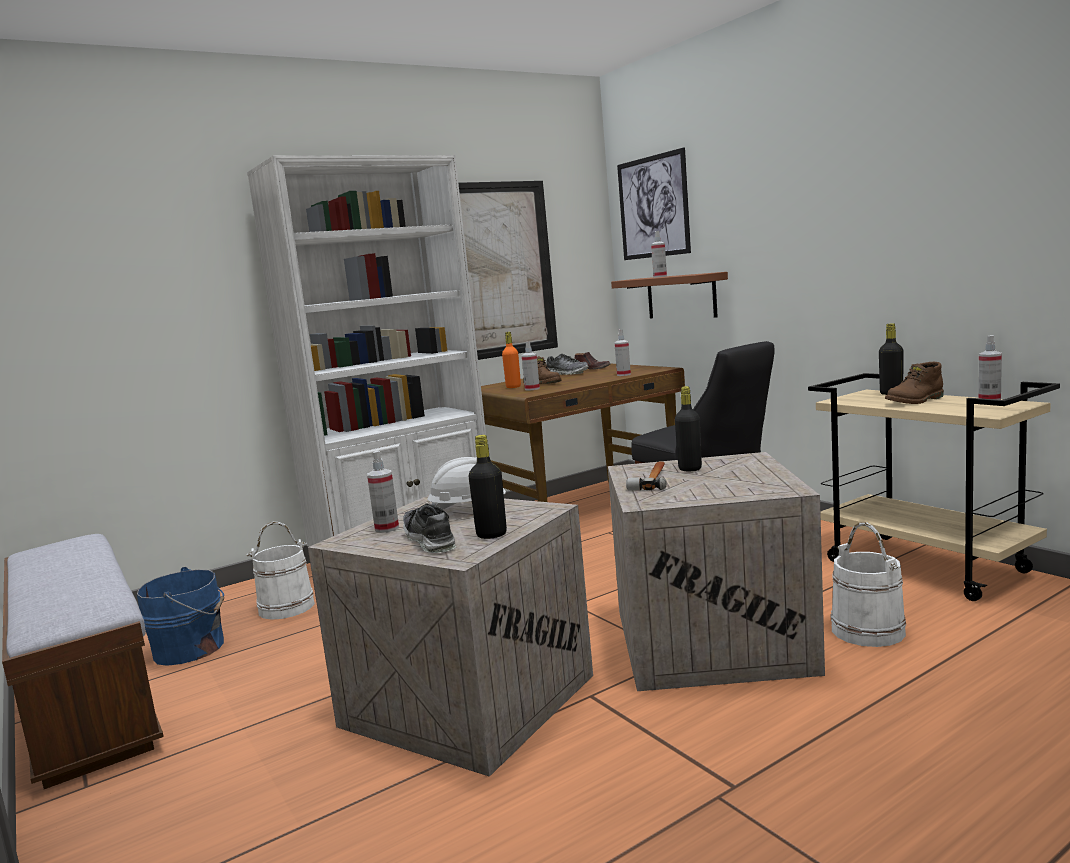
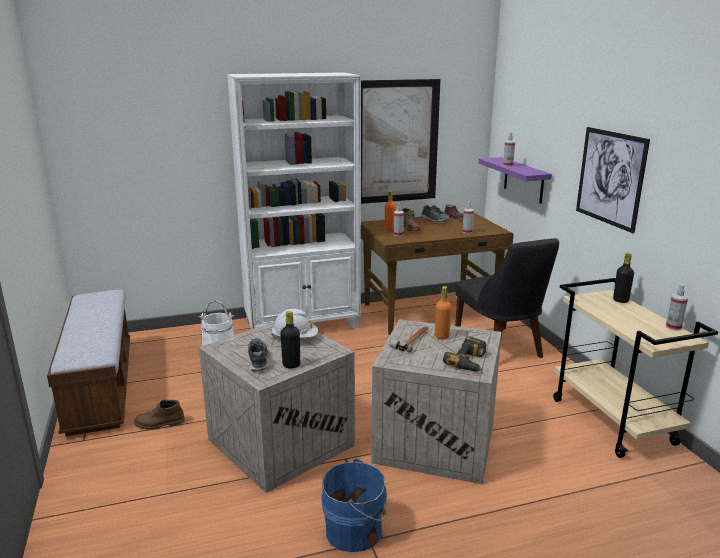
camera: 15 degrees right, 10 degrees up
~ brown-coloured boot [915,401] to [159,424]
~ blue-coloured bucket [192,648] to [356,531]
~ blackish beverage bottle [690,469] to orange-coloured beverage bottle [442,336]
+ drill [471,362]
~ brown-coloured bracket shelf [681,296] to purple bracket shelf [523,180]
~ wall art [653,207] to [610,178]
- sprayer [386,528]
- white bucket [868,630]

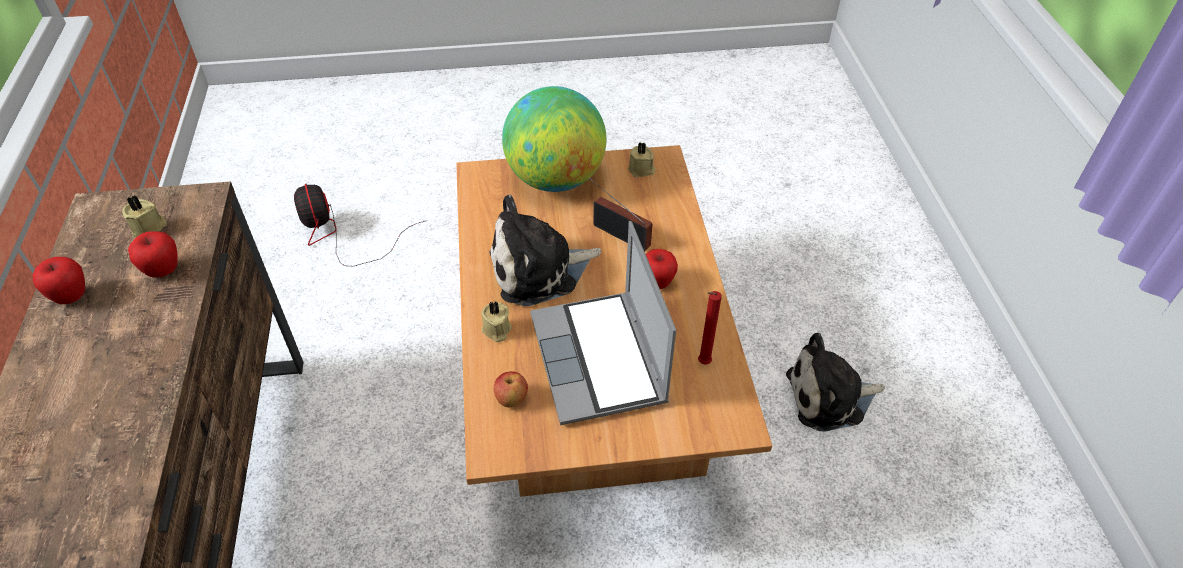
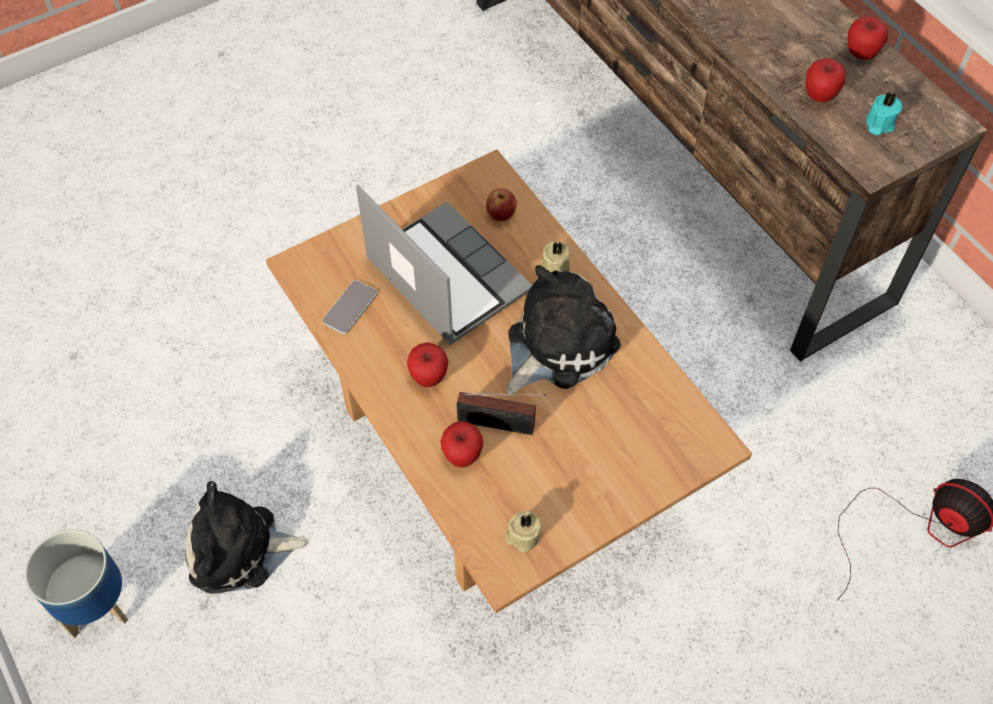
camera: 155 degrees right, 10 degrees up
+ flower pot [97,604]
~ cuddly toy [830,397] = [240,550] 150 degrees counterclockwise
~ red-coloured wax light [702,363] to phone [350,307]
+ apple [462,456]
~ beige wax light [150,228] to turquoise wax light [878,124]
- desk globe [556,179]

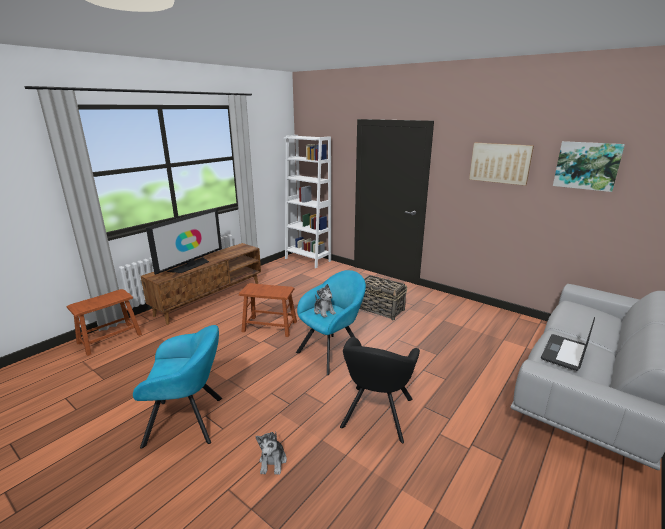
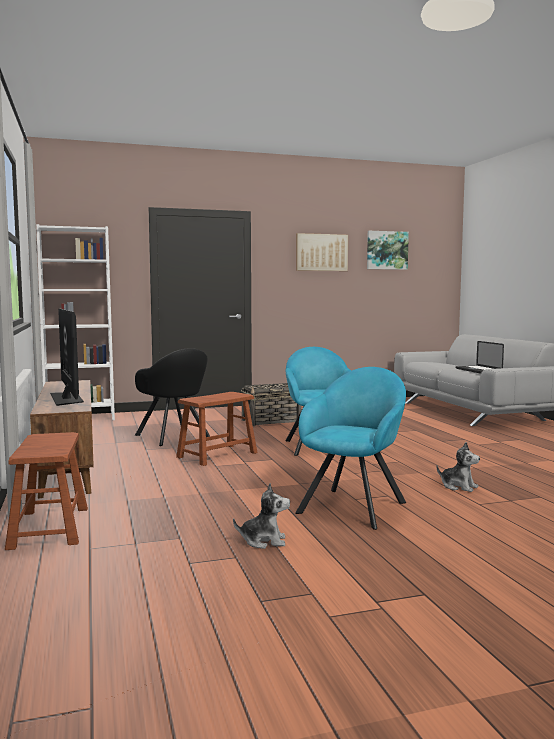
camera: 55 degrees left, 15 degrees down
~ blackish lounge chair [376,415] to [174,437]
~ cuddly toy [324,311] to [264,541]

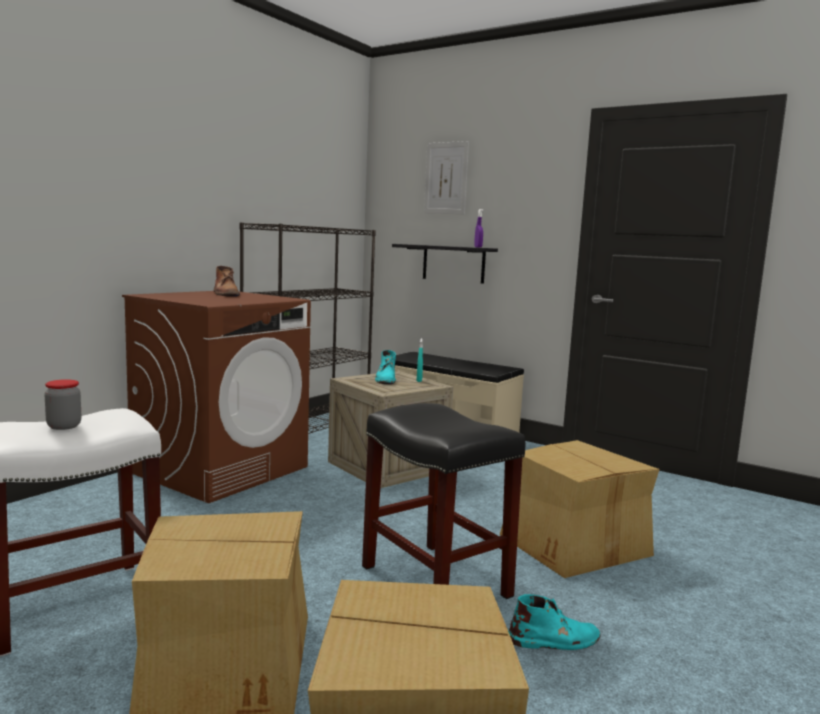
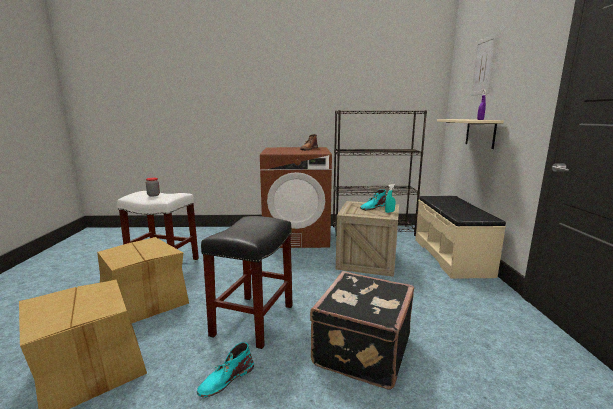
camera: 55 degrees right, 5 degrees up
~ turquoise boot [555,640] = [226,379] 90 degrees clockwise
~ cardboard box [573,544] to blackish travel case [360,350]
~ blackish bracket shelf [453,263] to beige bracket shelf [480,133]

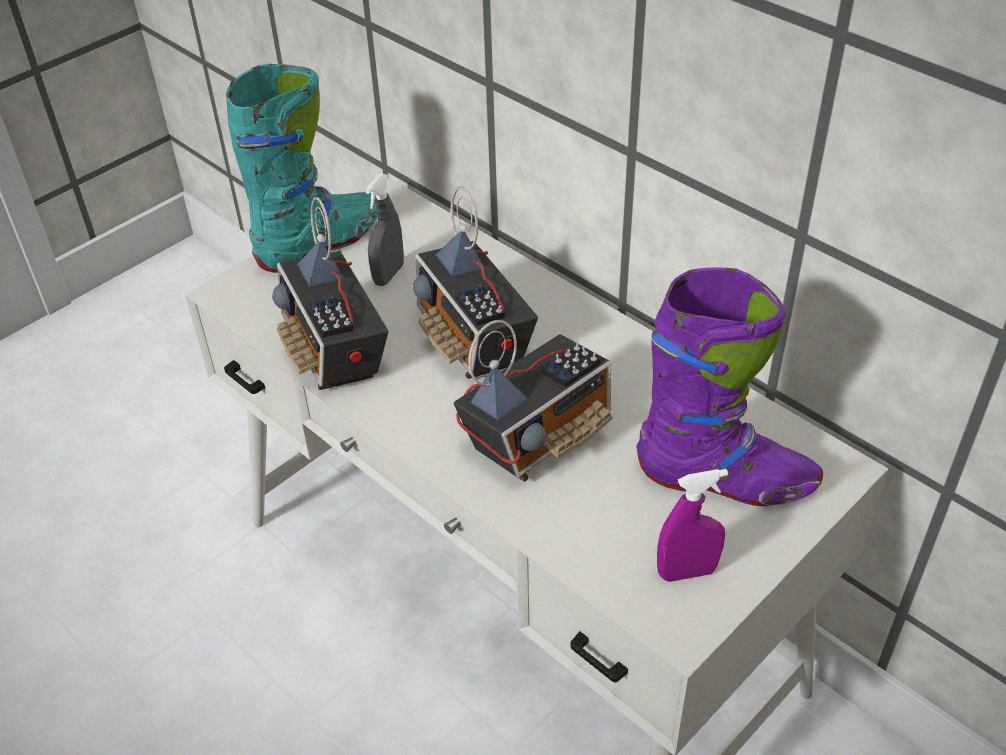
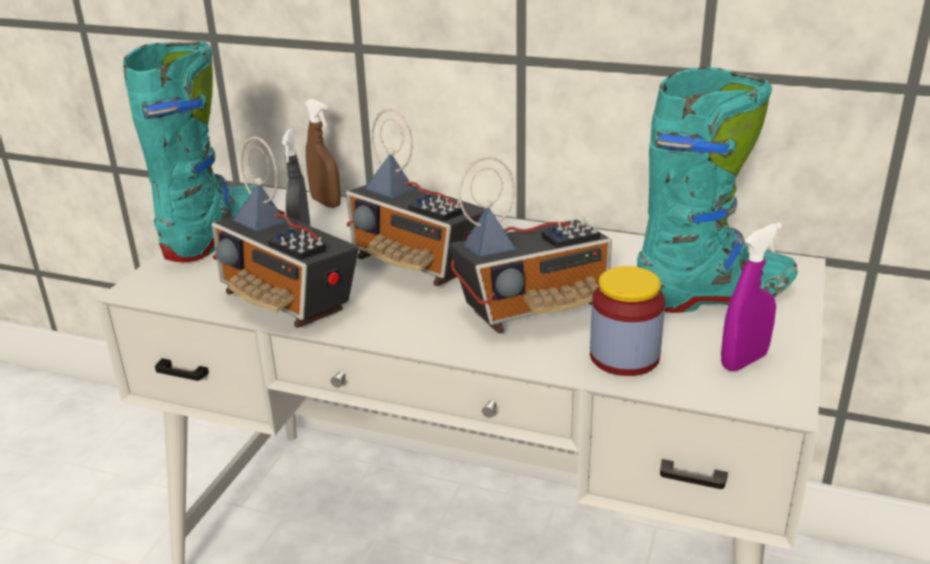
camera: 25 degrees left, 15 degrees down
+ brown-coloured sprayer [326,203]
~ radio [540,437] = [534,310] 45 degrees clockwise
+ jar [624,356]
~ purple boot [725,480] to turquoise boot [714,296]

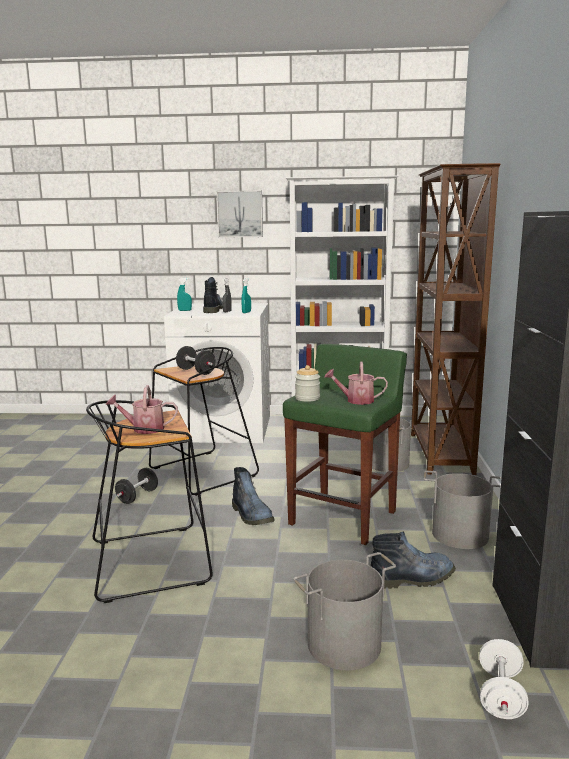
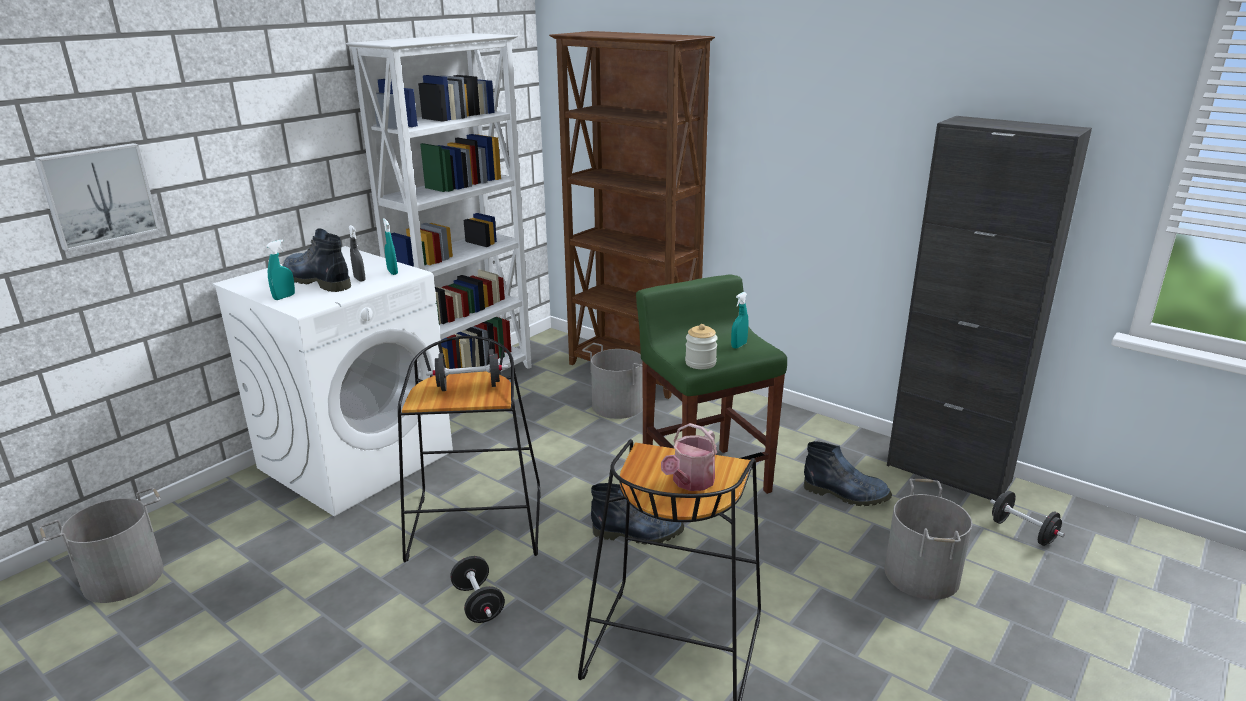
camera: 55 degrees left, 10 degrees up
~ wall art [240,214] to [98,195]
~ greyish bucket [460,534] to [123,577]
~ sprinkling can [356,400] to turquoise sprayer [739,345]
~ boot [414,578] = [847,494] 90 degrees clockwise
~ white hand weight [500,695] to blackish hand weight [1022,532]

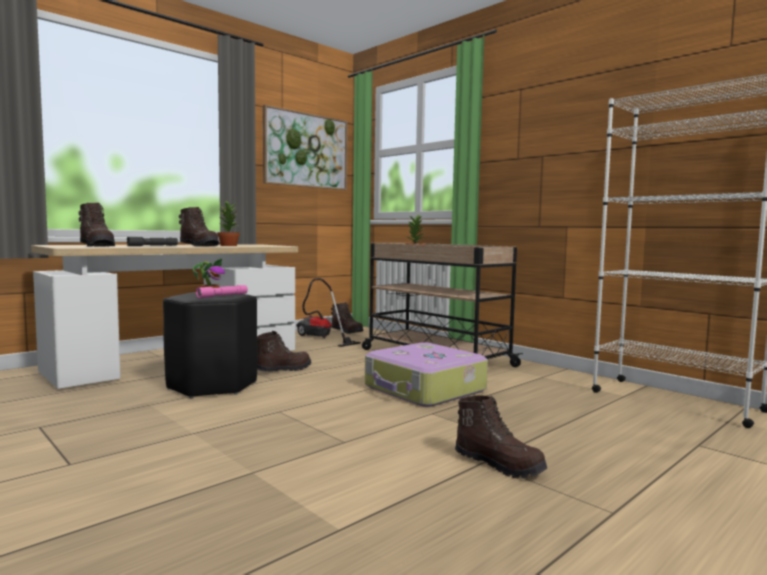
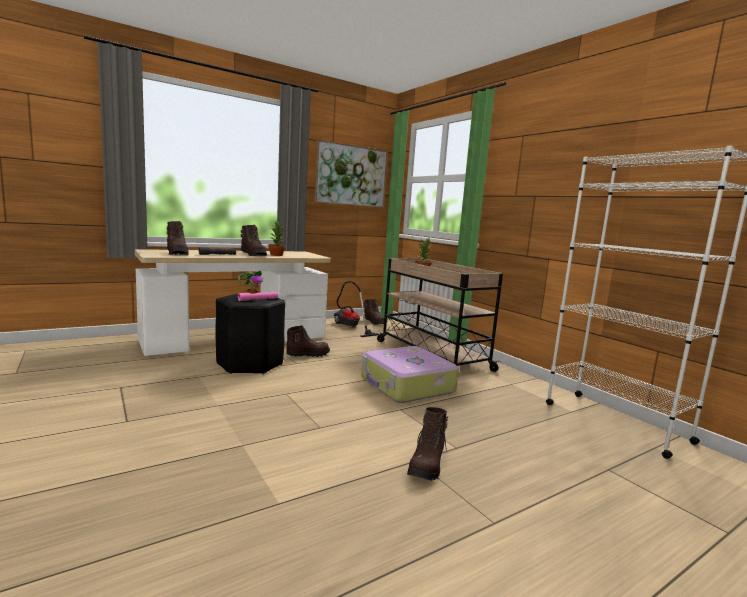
camera: 10 degrees right, 5 degrees up
~ brown-coloured boot [499,465] = [427,465] 60 degrees clockwise

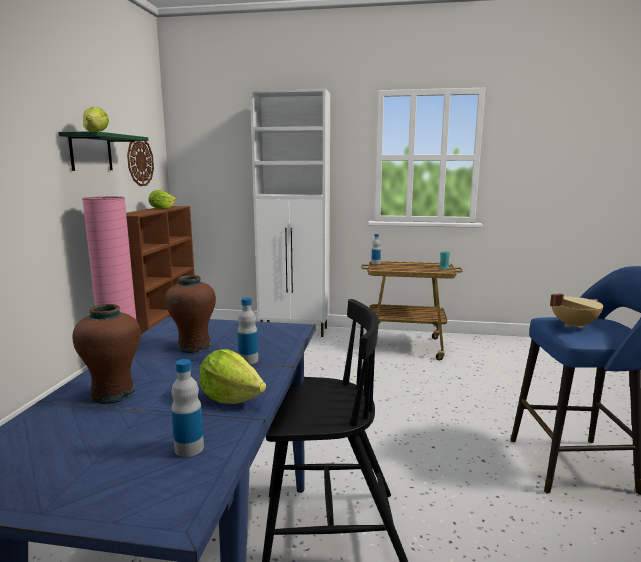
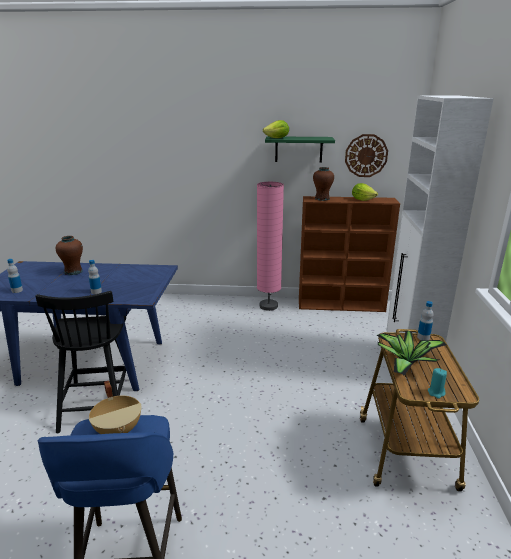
camera: 85 degrees right, 10 degrees up
~ brown-coloured vase [194,346] to [322,198]
+ plant in a pot [406,362]
- lettuce head [231,398]

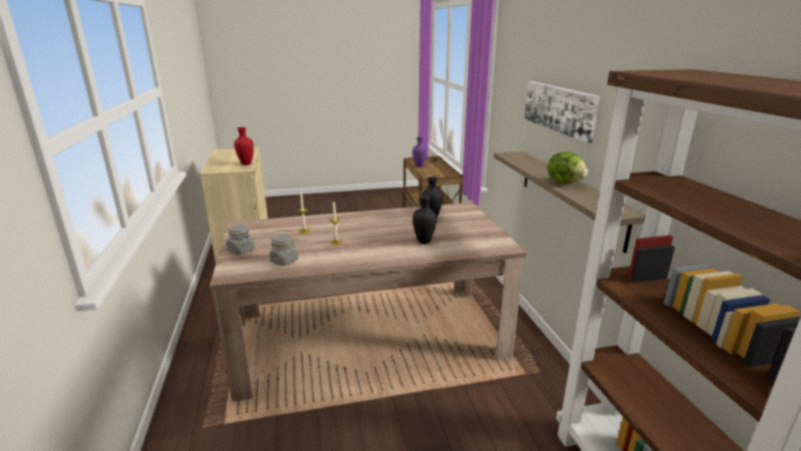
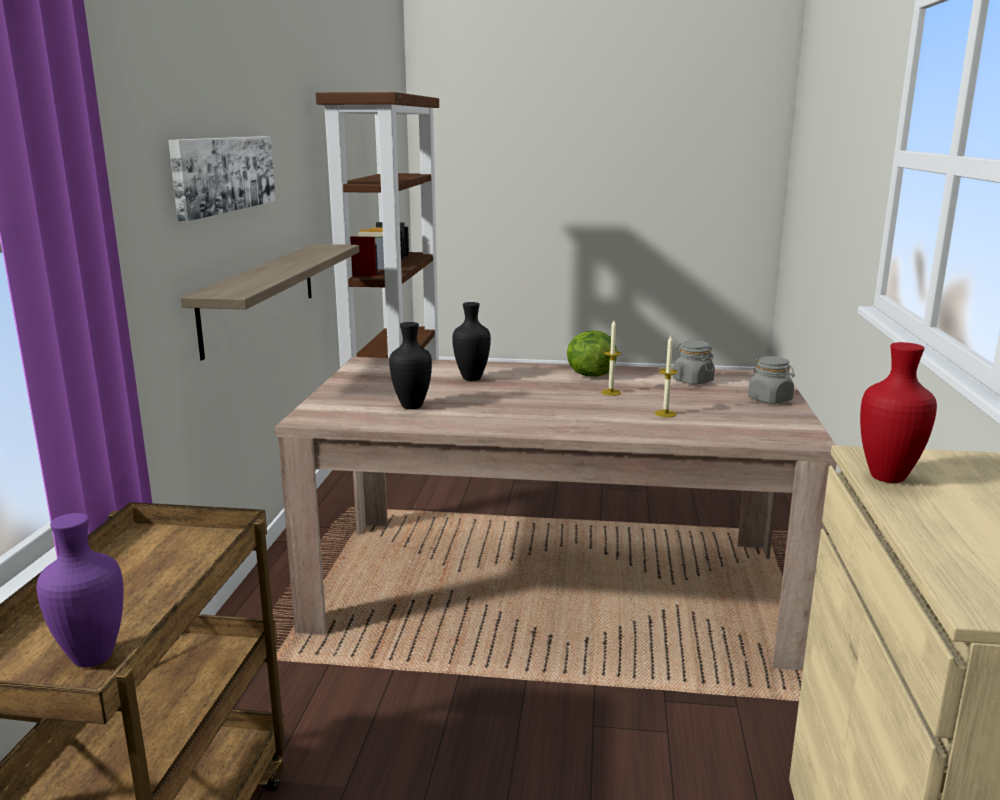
camera: 160 degrees left, 5 degrees down
~ lettuce head [565,182] to [589,375]

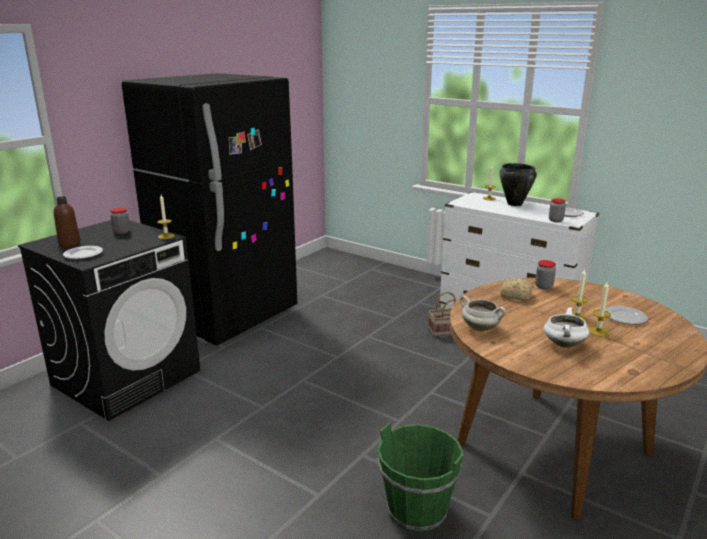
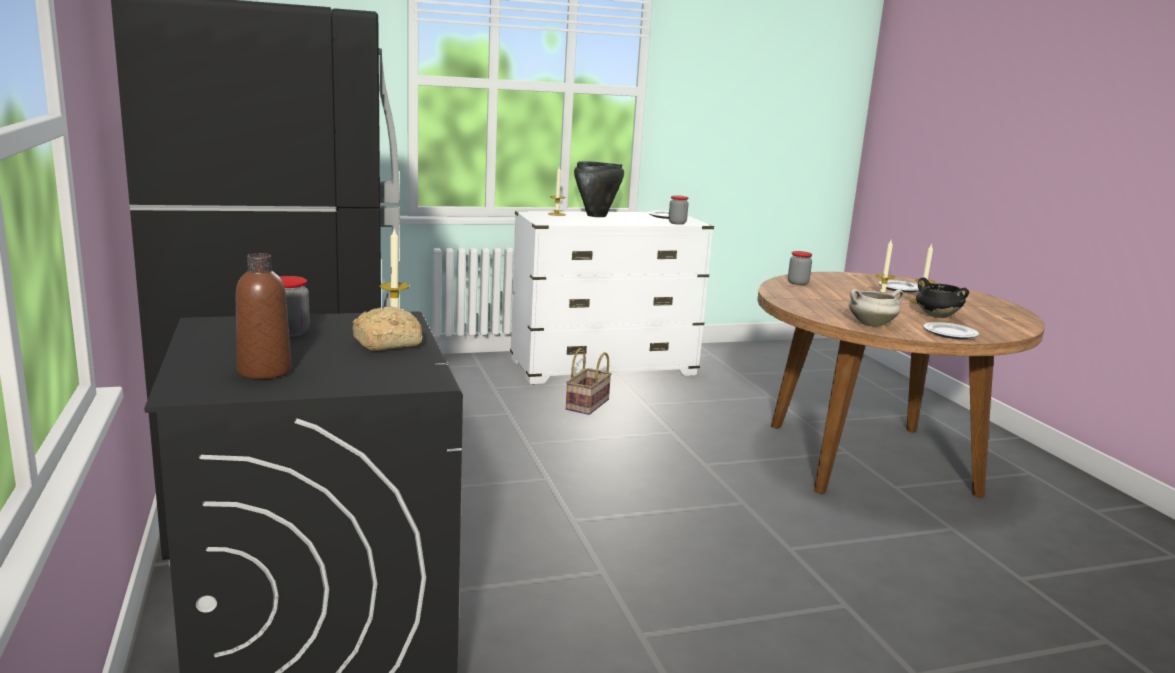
camera: 55 degrees left, 5 degrees down
~ bread [514,295] to [385,343]
~ white saucepot [563,344] to blackish saucepot [936,316]
~ dinner plate [84,254] to [949,333]
- green-coloured bucket [416,511]

